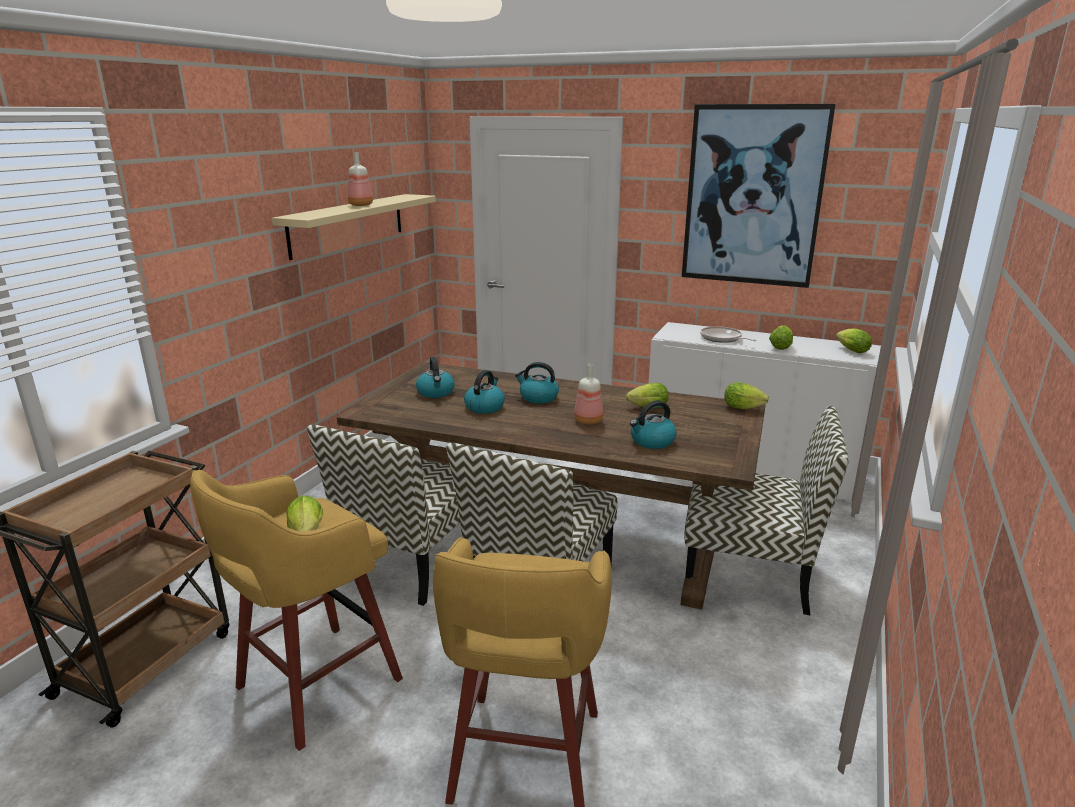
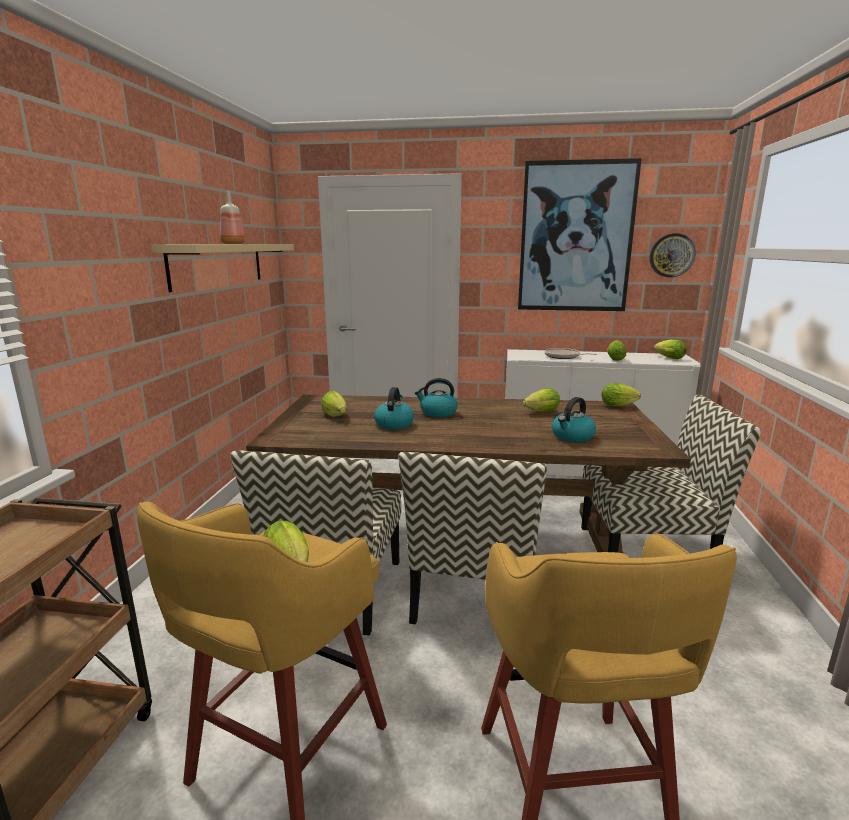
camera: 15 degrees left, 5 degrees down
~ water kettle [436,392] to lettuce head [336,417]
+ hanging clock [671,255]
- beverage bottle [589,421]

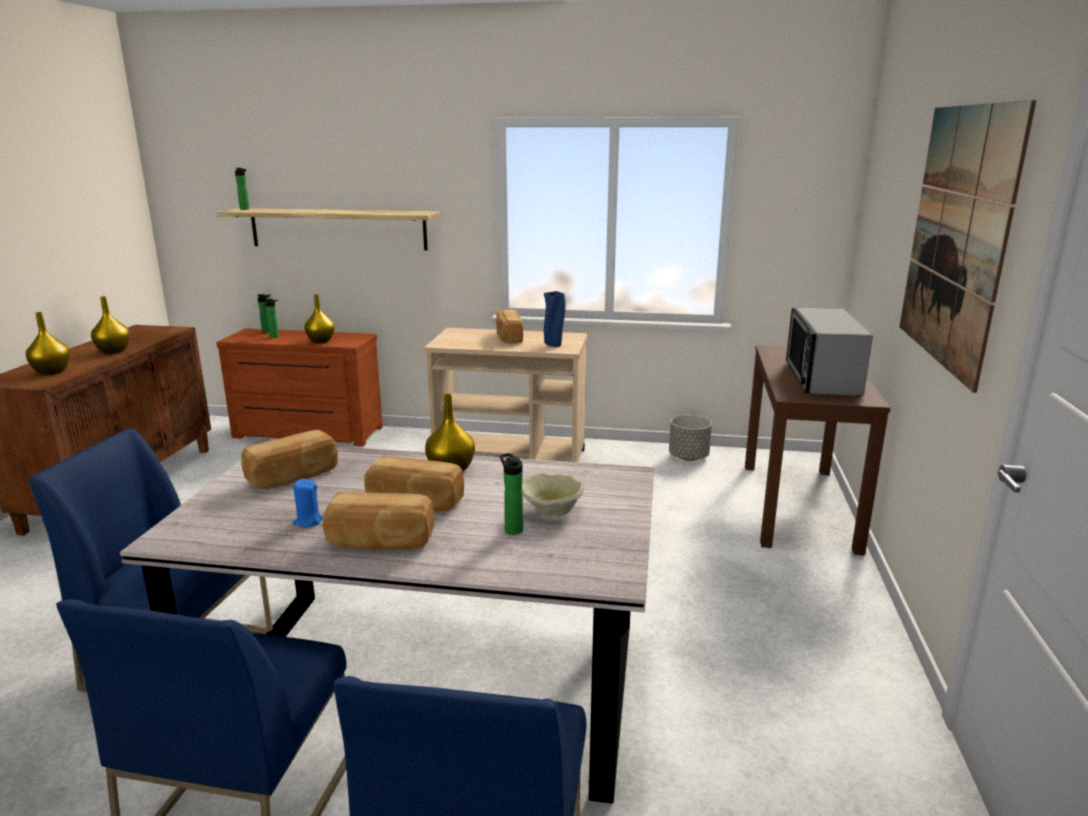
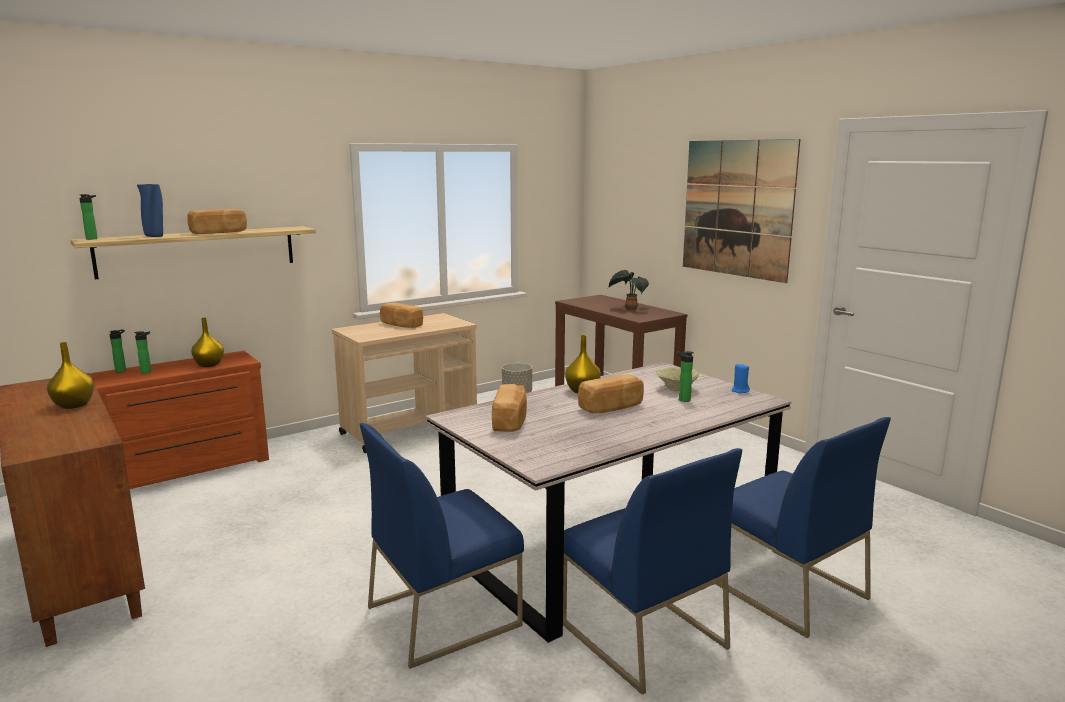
camera: 45 degrees left, 5 degrees down
~ blue-coloured vase [554,345] to [155,236]
~ bread [380,542] to [219,233]
~ microwave [821,378] to plant in a pot [629,309]
~ blue-coloured wax light [308,521] to [740,391]
- yellow-coloured vase [52,371]

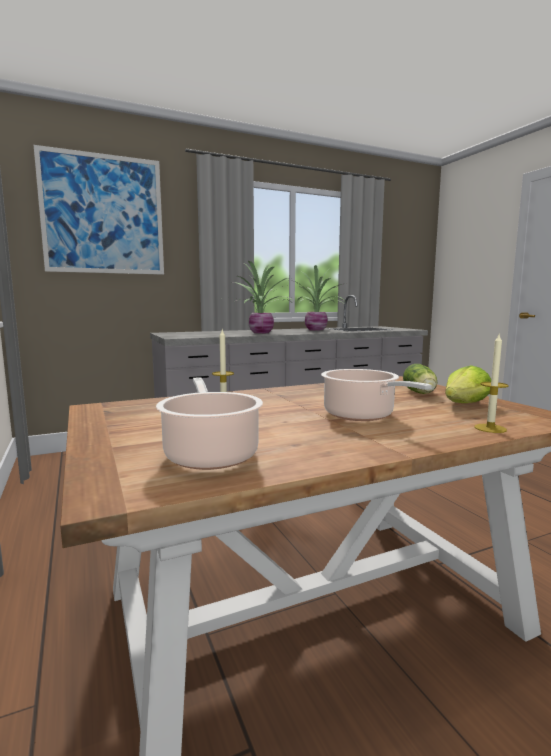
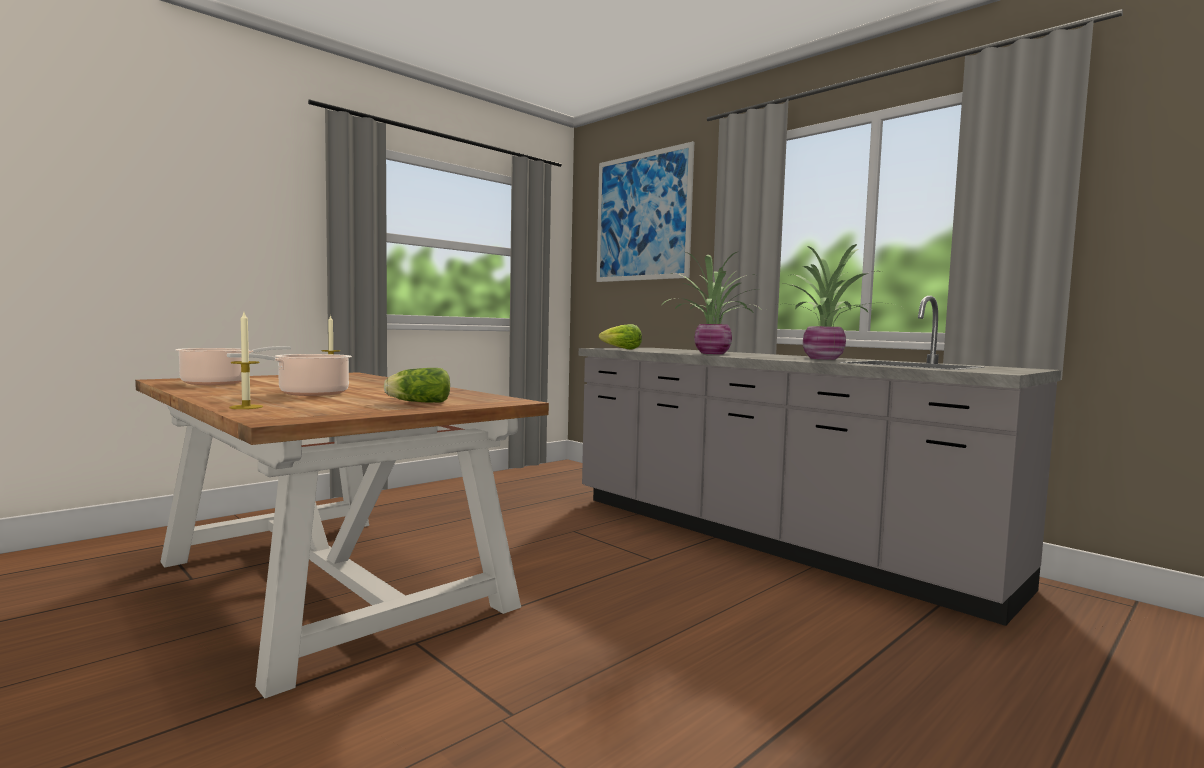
camera: 70 degrees right, 5 degrees down
~ lettuce head [465,405] to [621,349]

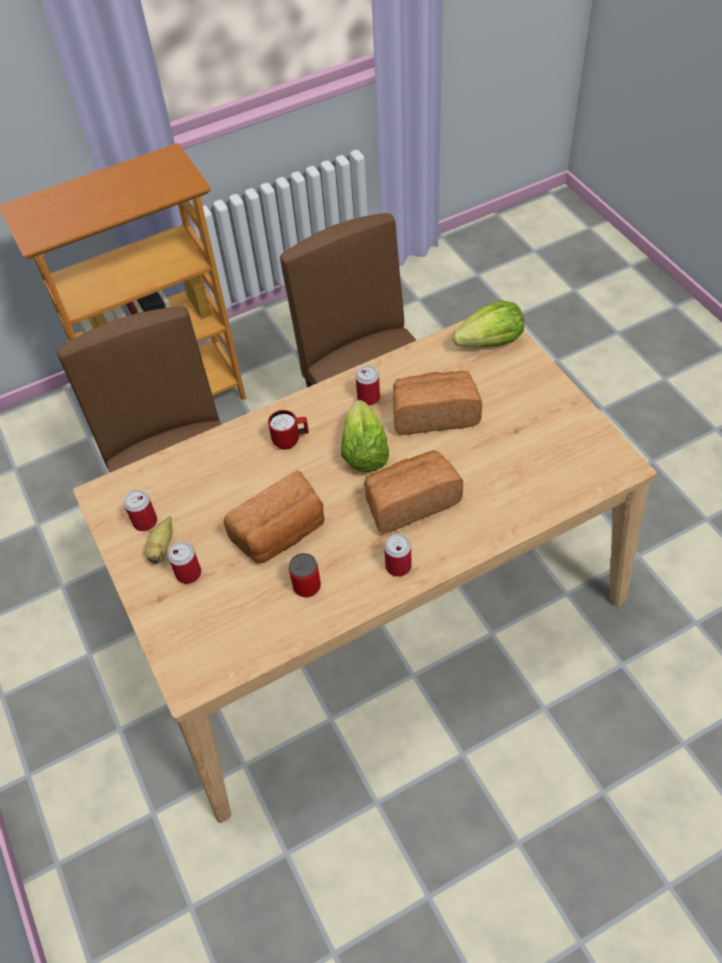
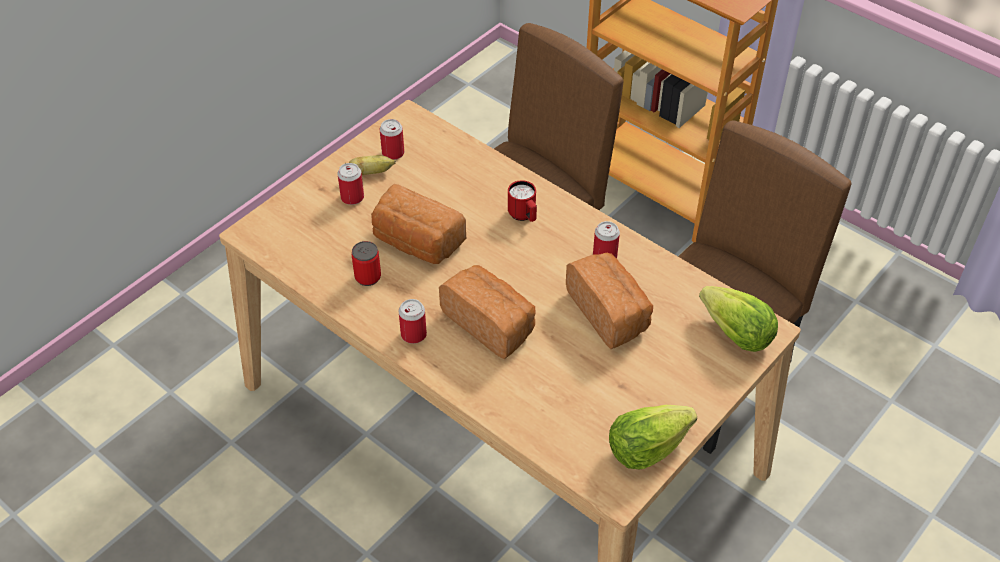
camera: 65 degrees right, 5 degrees down
~ lettuce head [364,452] to [646,448]

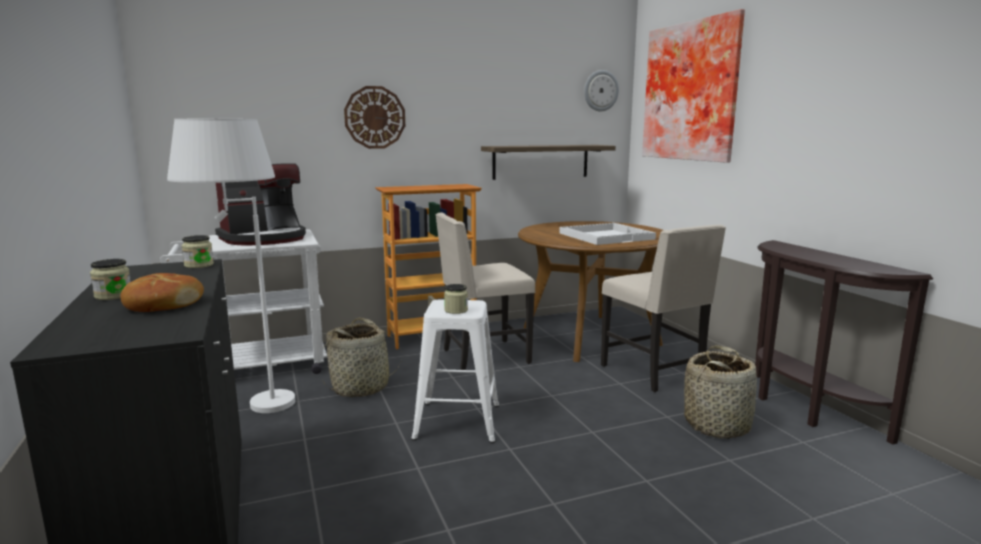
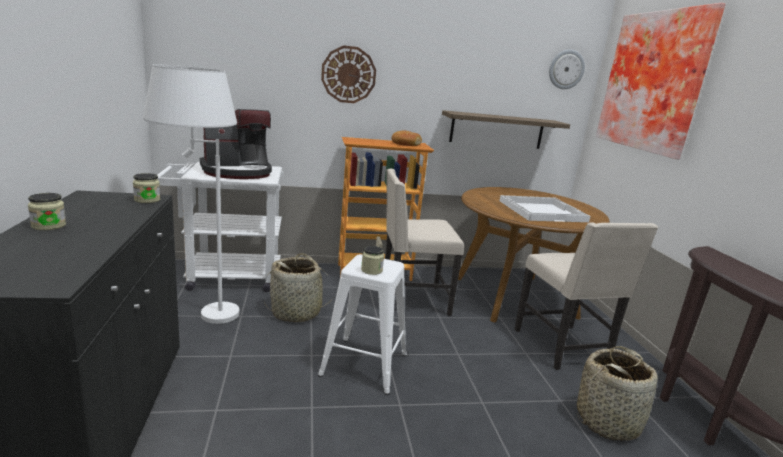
camera: 10 degrees right, 5 degrees up
~ bread [163,304] to [405,144]

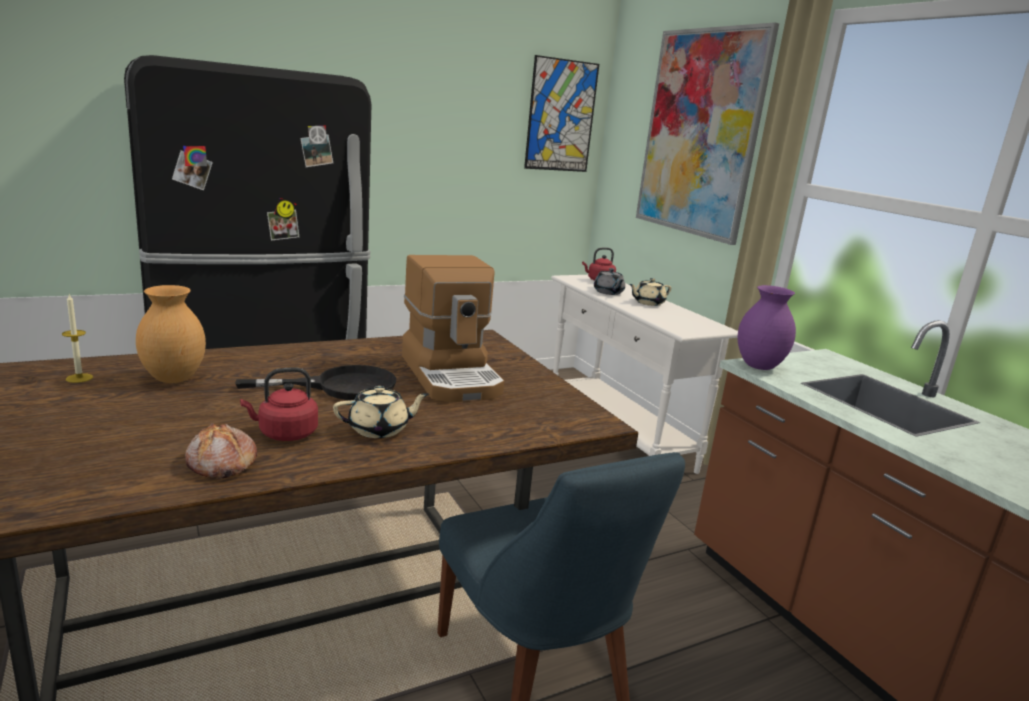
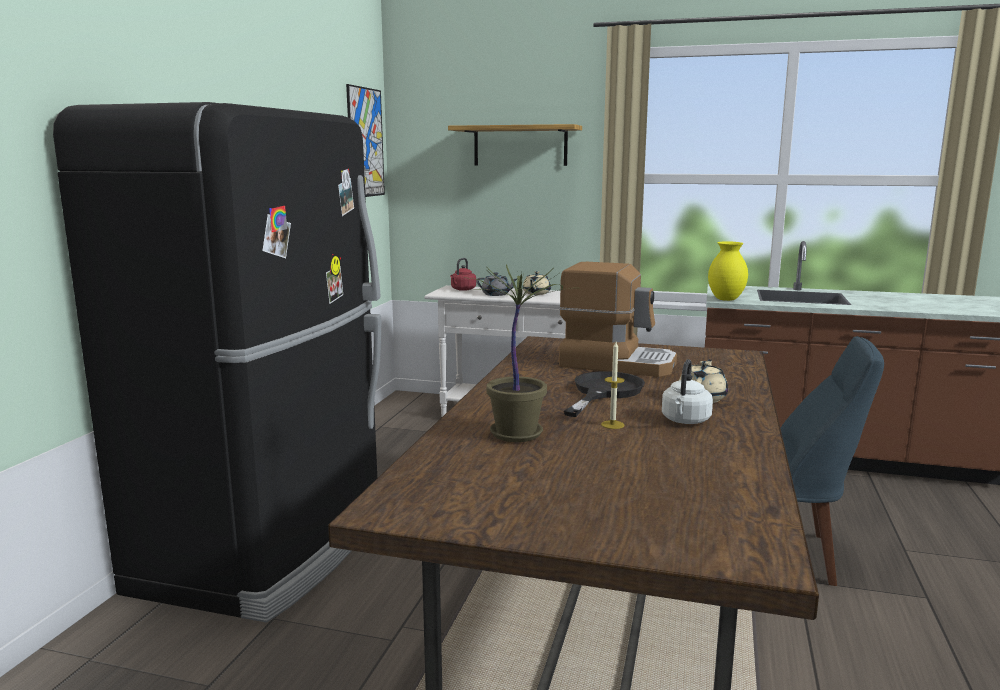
camera: 45 degrees left, 5 degrees down
~ wall art [700,133] to bracket shelf [520,146]
~ brown-coloured vase [175,379] to plant in a pot [517,433]
~ wax light [79,378] to [612,425]
~ red-coloured water kettle [285,434] to white water kettle [685,421]
~ purple vase [760,366] to yellow-coloured vase [726,299]
- bread [220,463]

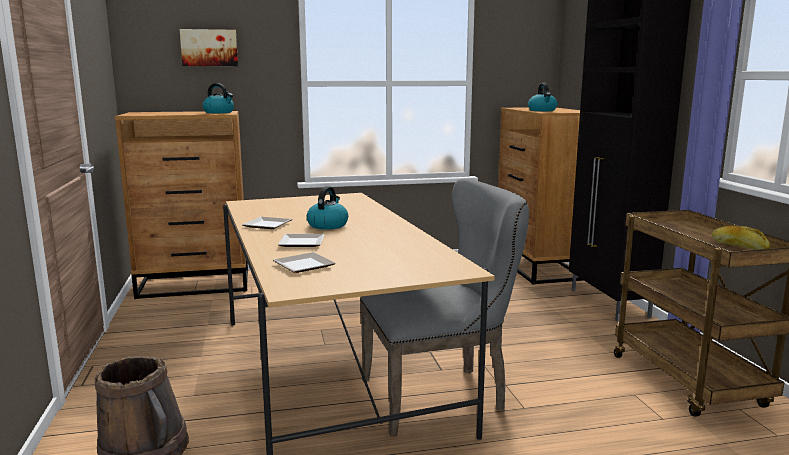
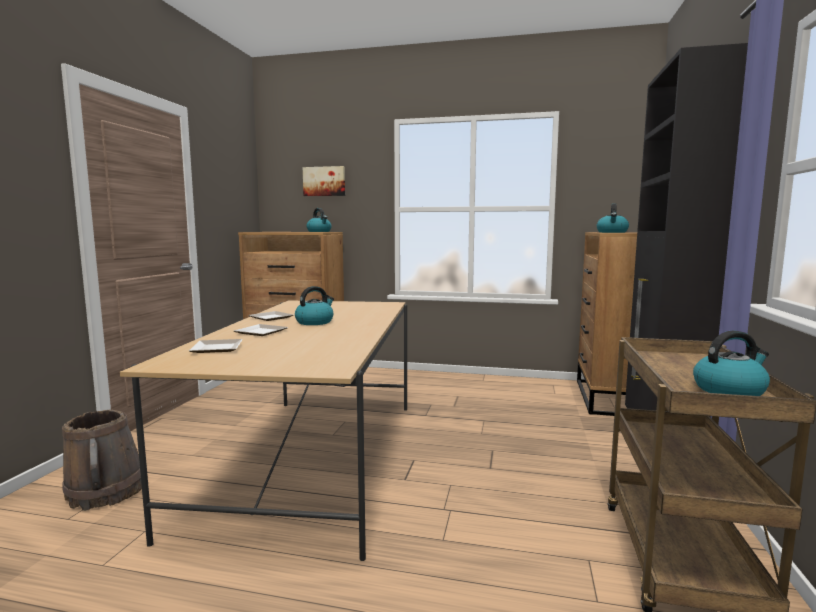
camera: 25 degrees right, 5 degrees down
~ bread [739,246] to water kettle [729,390]
- greyish chair [441,395]

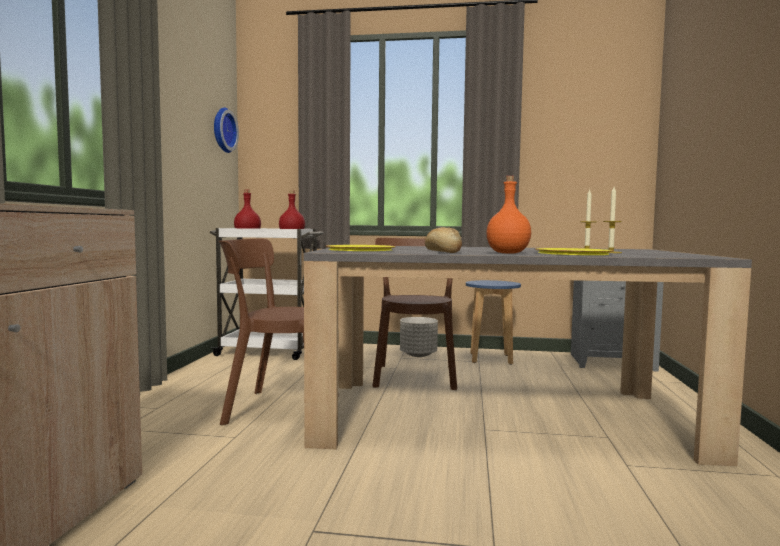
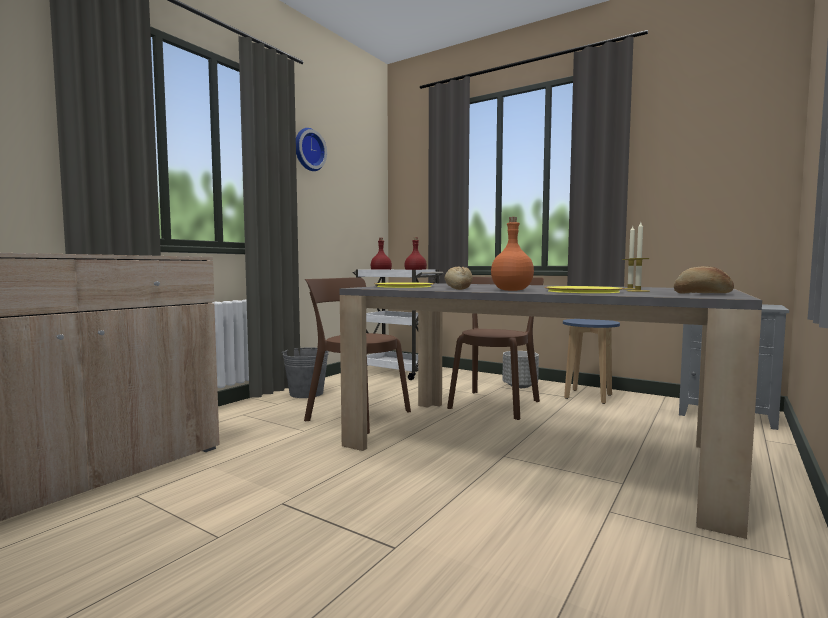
camera: 25 degrees right, 0 degrees up
+ greyish bucket [306,393]
~ hanging clock [222,130] to [308,150]
+ bread [702,294]

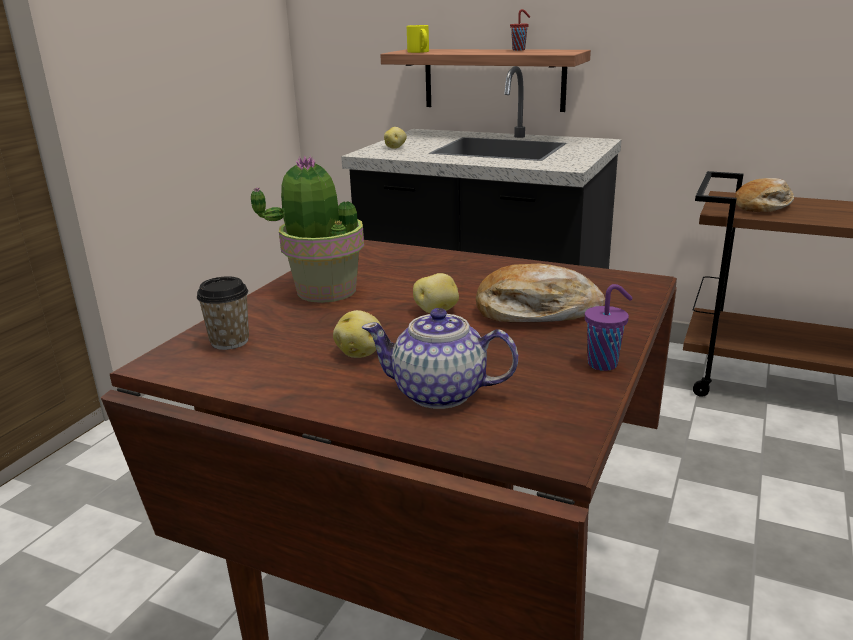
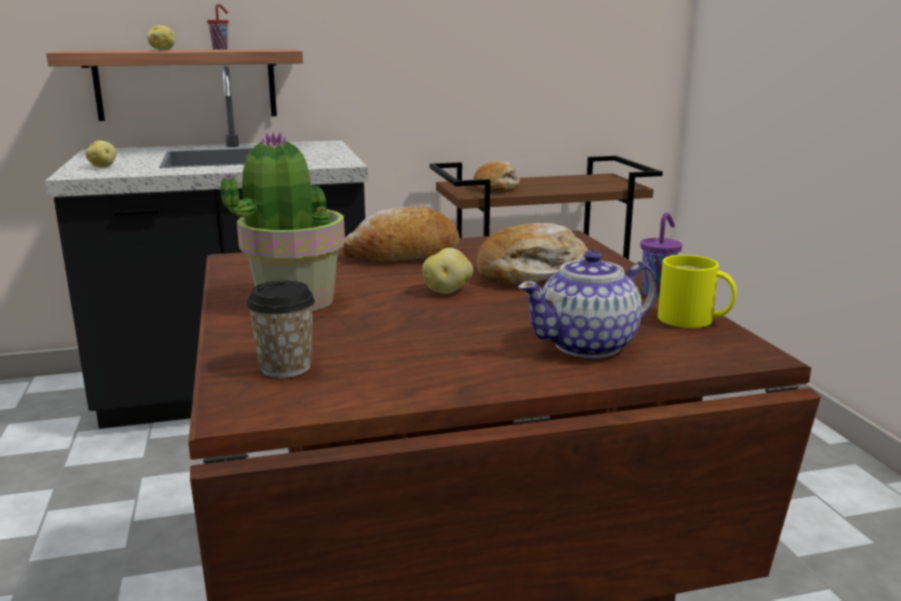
camera: 40 degrees left, 5 degrees down
~ spud [360,352] to [162,50]
+ bread [404,254]
~ yellow-coloured coffee mug [418,52] to [690,320]

